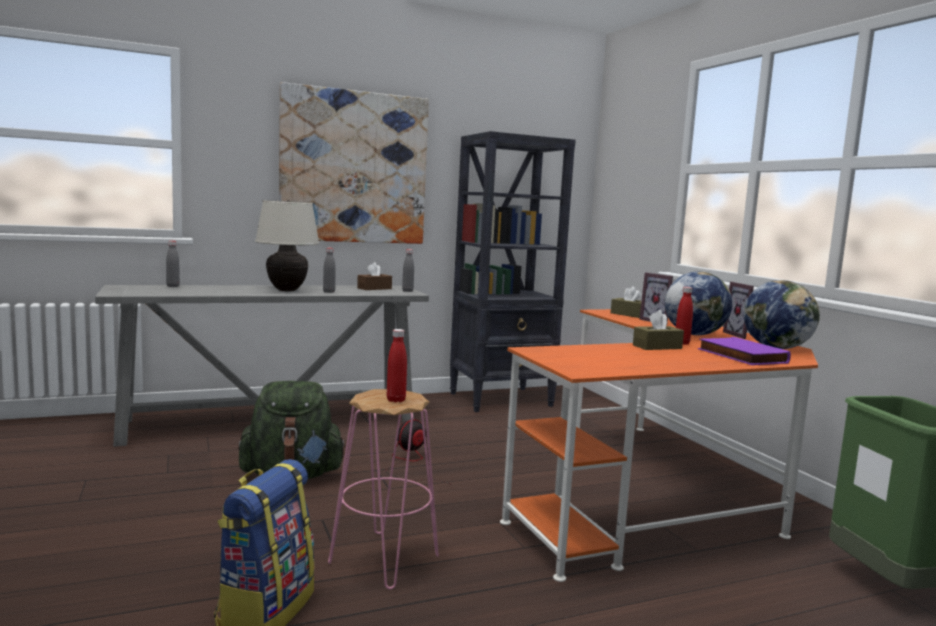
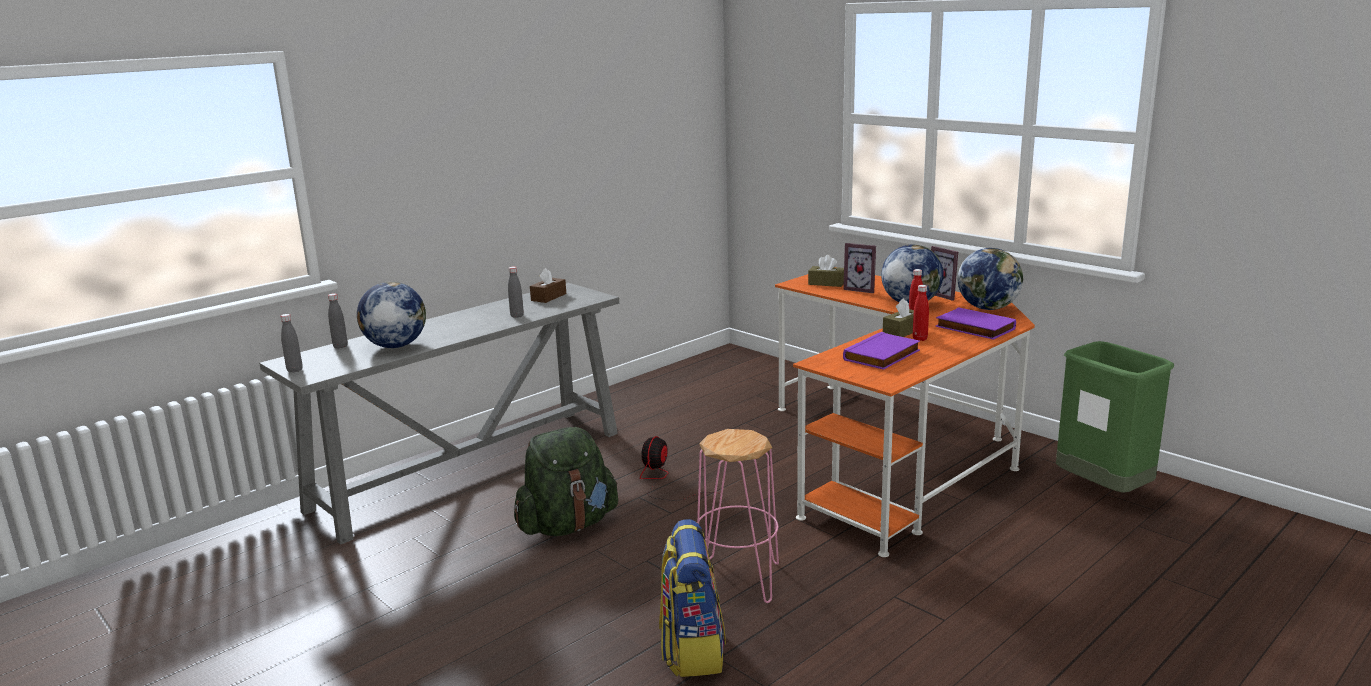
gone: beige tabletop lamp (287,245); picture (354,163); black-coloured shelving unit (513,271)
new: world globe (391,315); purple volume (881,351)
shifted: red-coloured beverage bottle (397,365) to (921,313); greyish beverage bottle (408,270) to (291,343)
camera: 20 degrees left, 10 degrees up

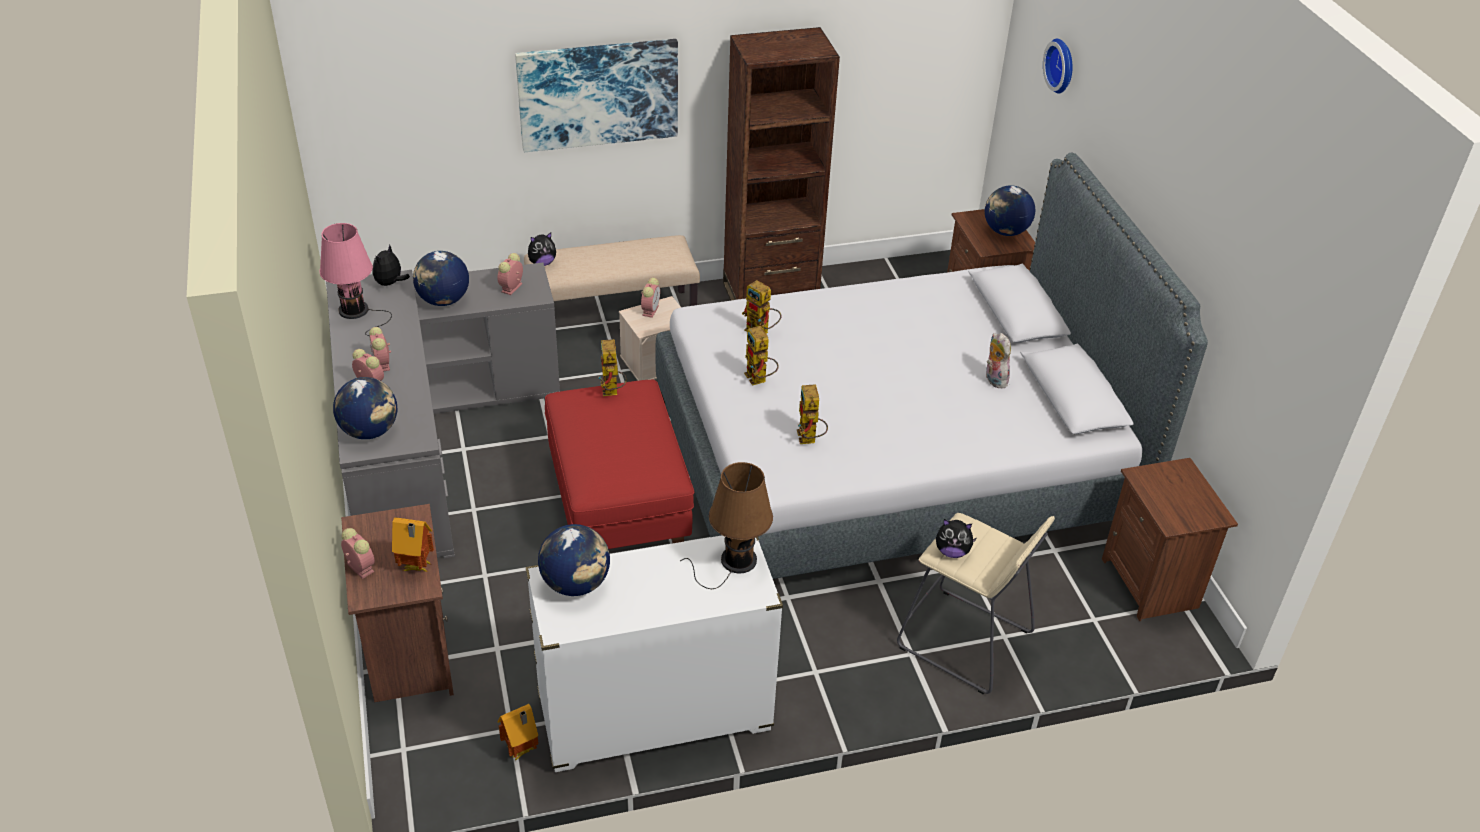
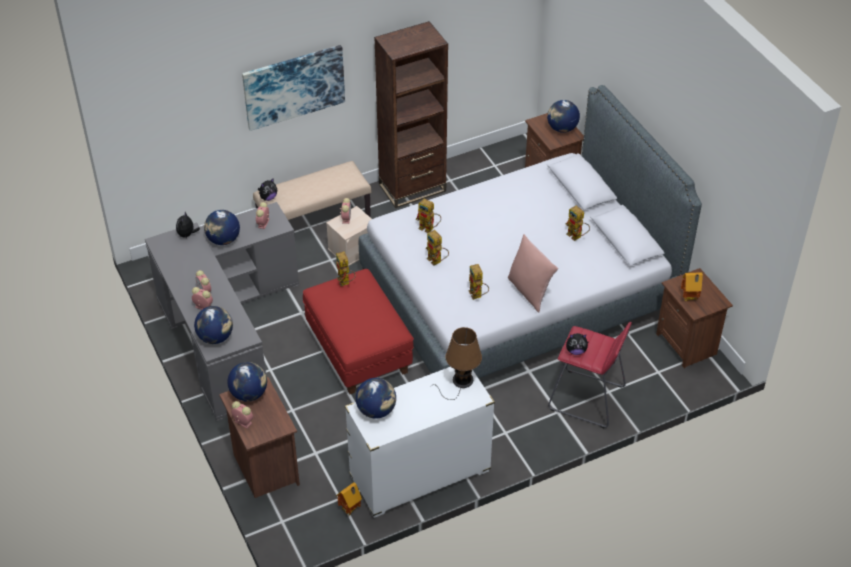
gone: pink tabletop lamp (356,279); hanging clock (1057,66)
new: world globe (247,382); pink pillow (533,273)
shifted: toy house (413,544) to (692,286)
swapped: plush toy (998,361) to toy robot (578,223)
repainted: beige stool seat (976,604) to red-coloured stool seat (590,375)
camera: 10 degrees left, 5 degrees up

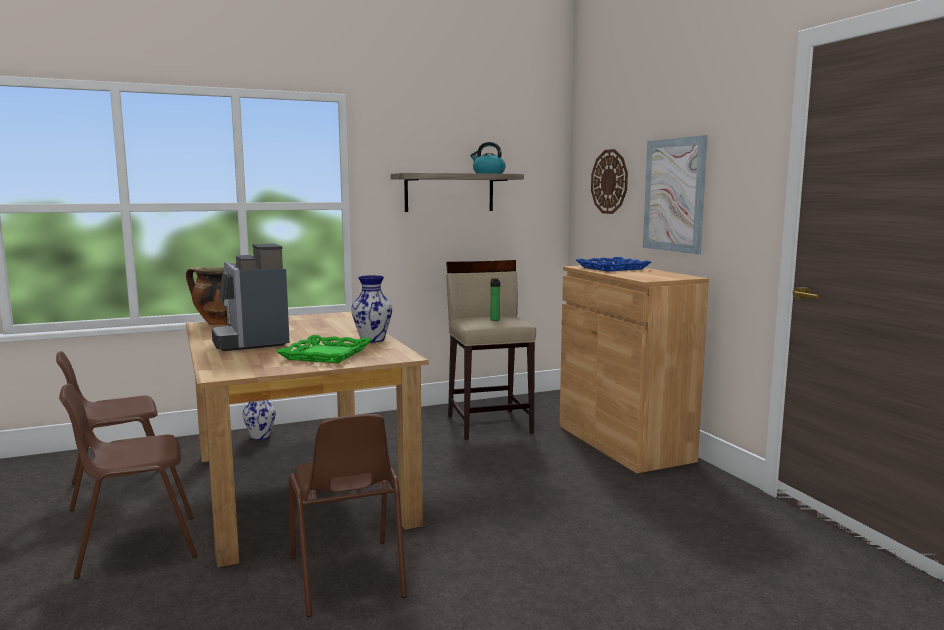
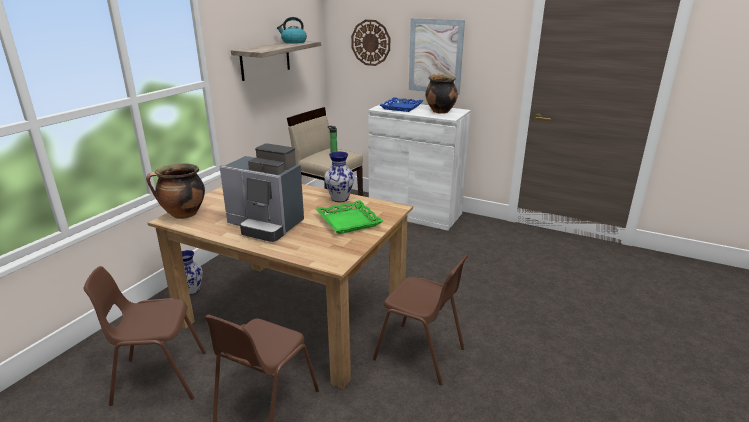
new: cooking pot (441,94)
repainted: brownish storage cabinet (634,369) to white-coloured storage cabinet (419,166)
rotated: brownish chair (107,431) = (144,336) 60 degrees clockwise
camera: 40 degrees left, 15 degrees up

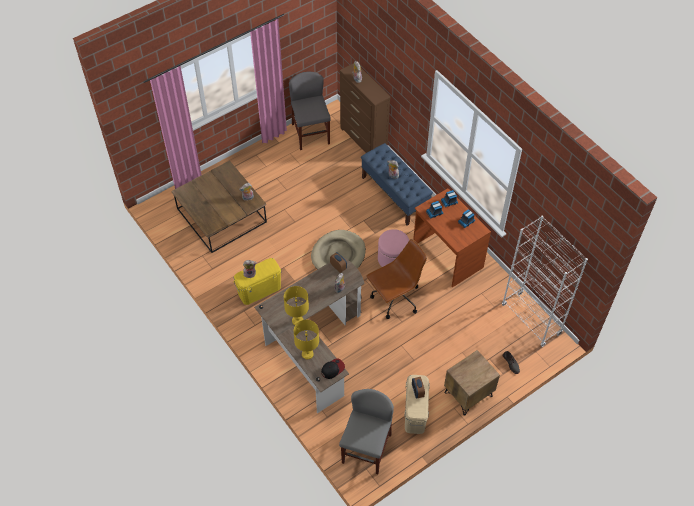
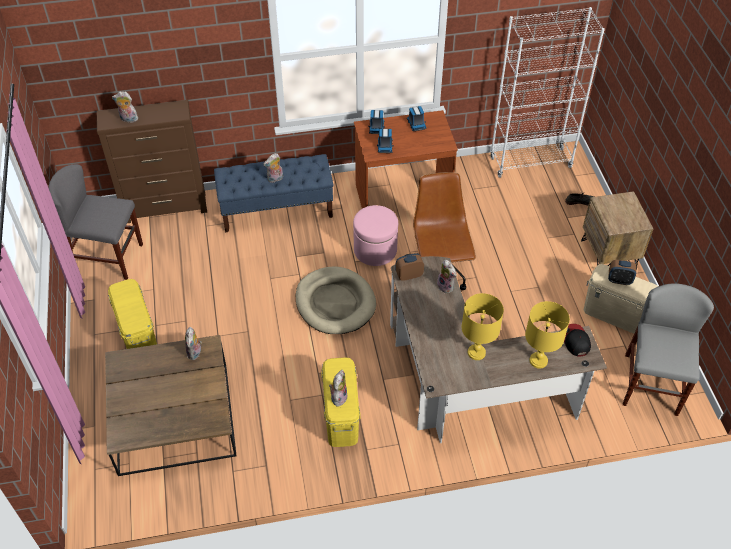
new: yellow-coloured storage container (132,314)
rotated: greyish chair (366,431) = (668,349) 60 degrees clockwise
camera: 65 degrees left, 5 degrees down

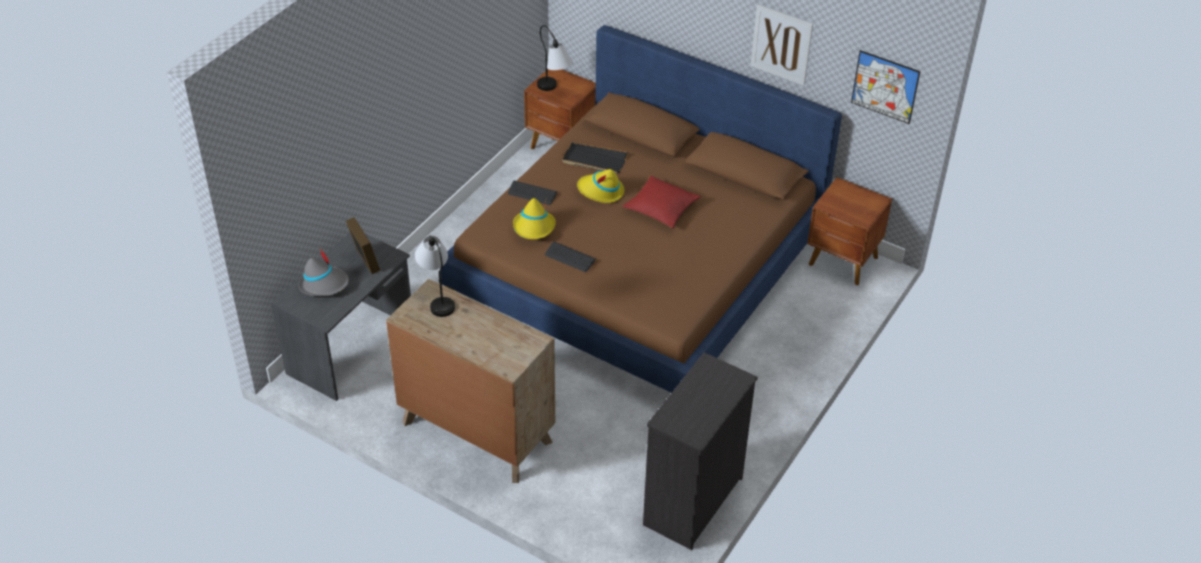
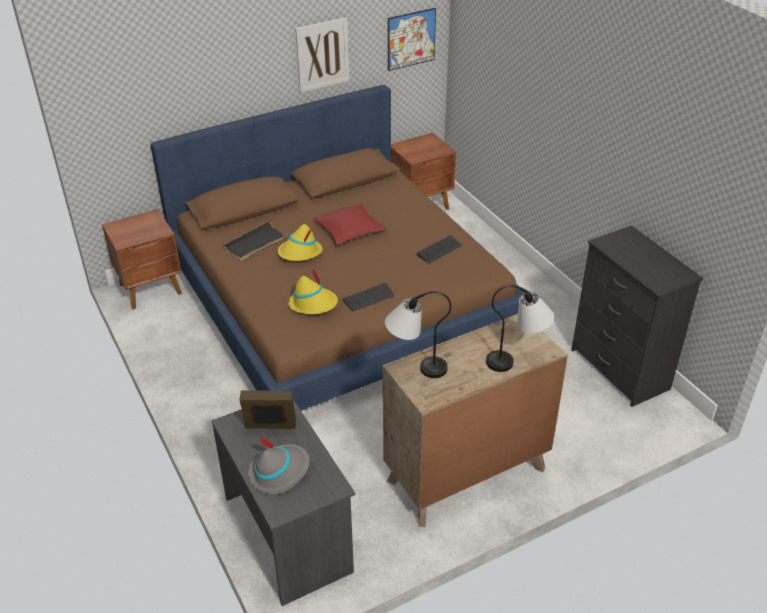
shifted: keyboard (532,193) to (439,249); tabletop lamp (555,58) to (520,328)
camera: 60 degrees left, 5 degrees down

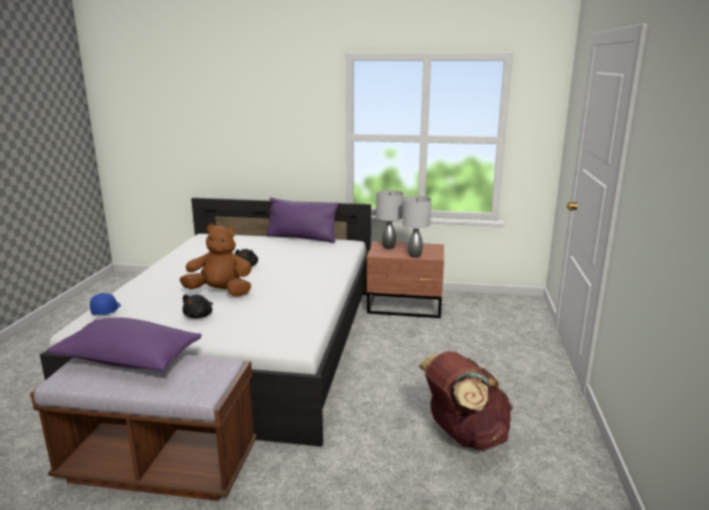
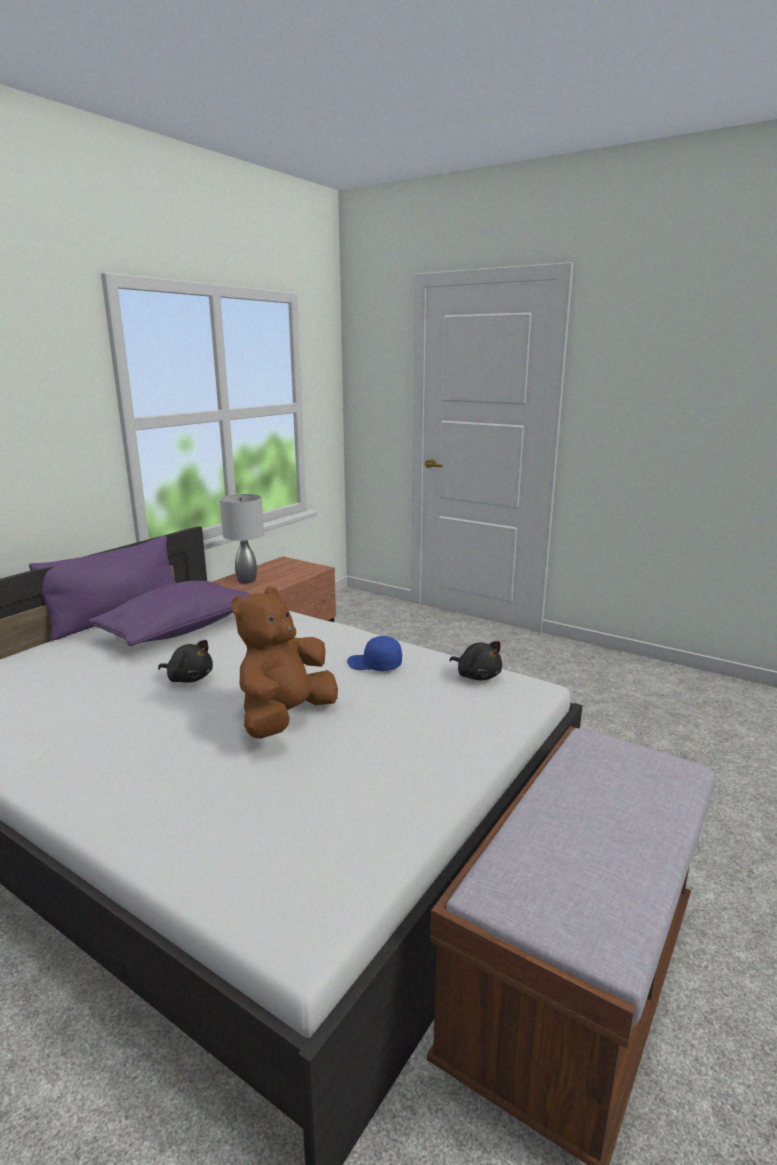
gone: greyish tabletop lamp (416,227); brownish rucksack (465,400)
shifted: purple pillow (124,345) to (169,613); blue peaked cap (105,304) to (374,653); black-coloured plush toy (197,306) to (475,660)
camera: 65 degrees left, 0 degrees up

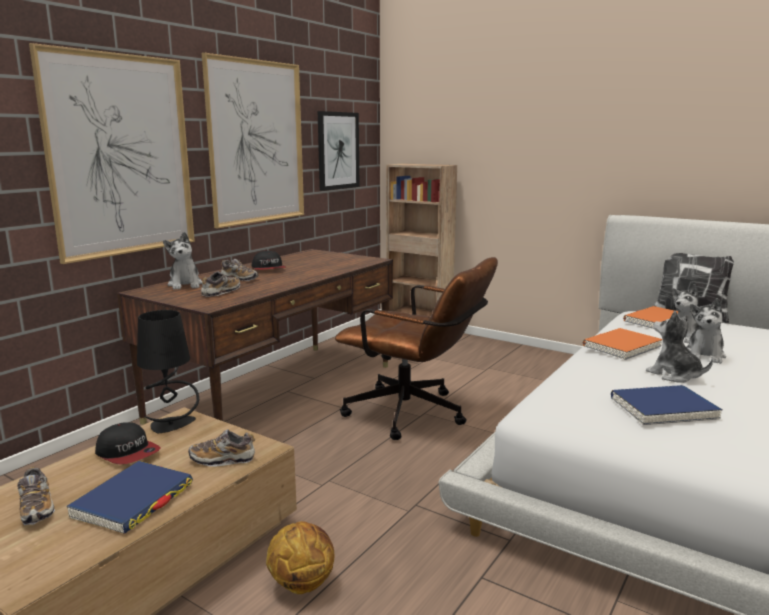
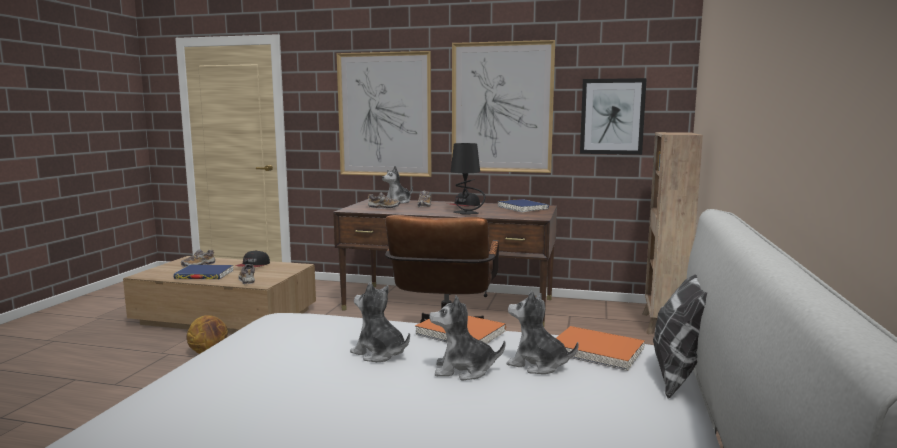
shifted: black-coloured tabletop lamp (168,371) to (468,179); blue volume (667,405) to (523,206)
rotated: plush toy (679,347) = (380,322) 90 degrees counterclockwise
camera: 70 degrees right, 5 degrees down

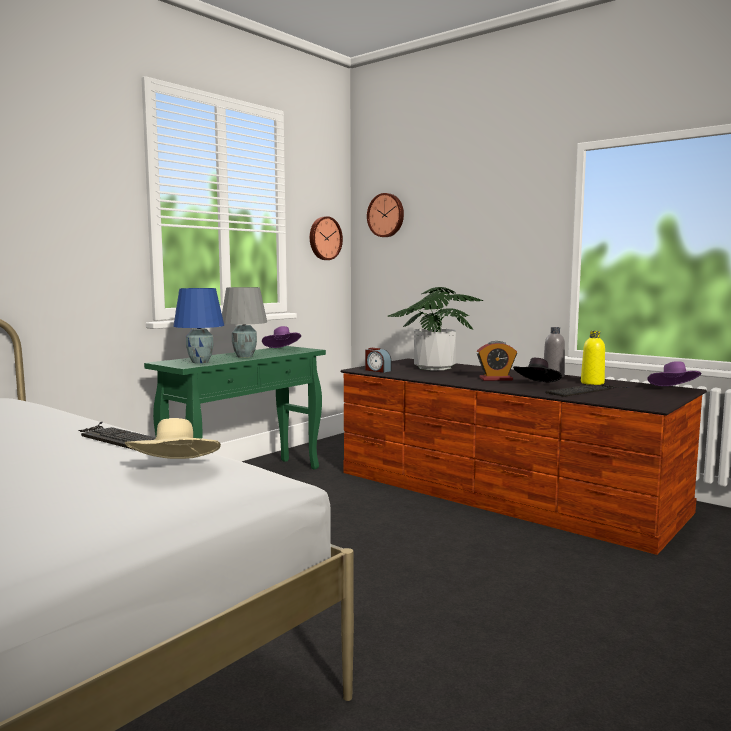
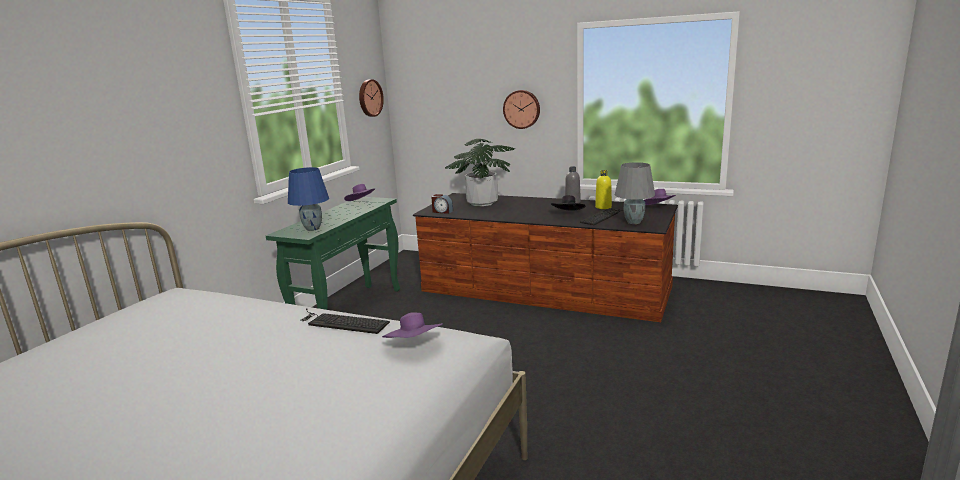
gone: bedside clock (497,361)
shifted: greyish tabletop lamp (244,322) to (635,193); hanging clock (385,215) to (521,109)
repainted: beige wearable hat (173,438) to purple wearable hat (412,325)
camera: 15 degrees left, 10 degrees up

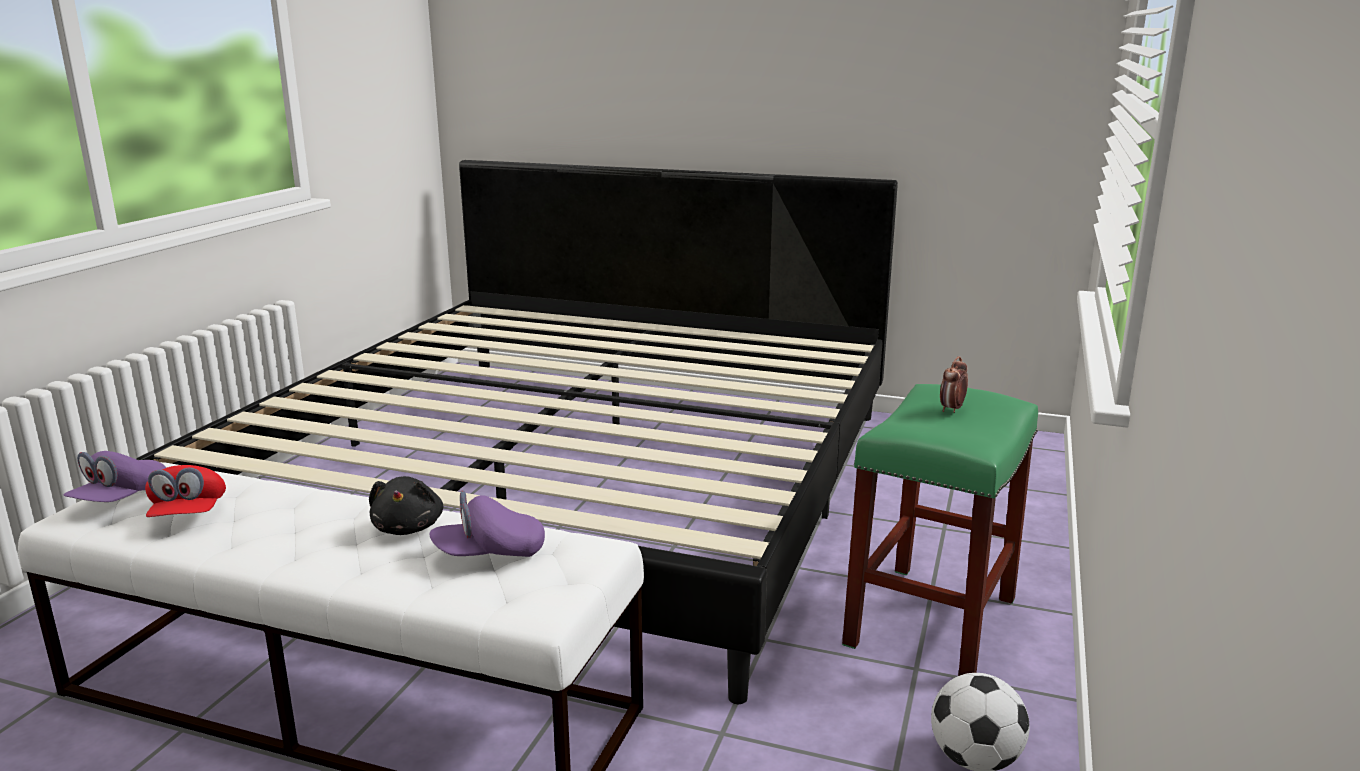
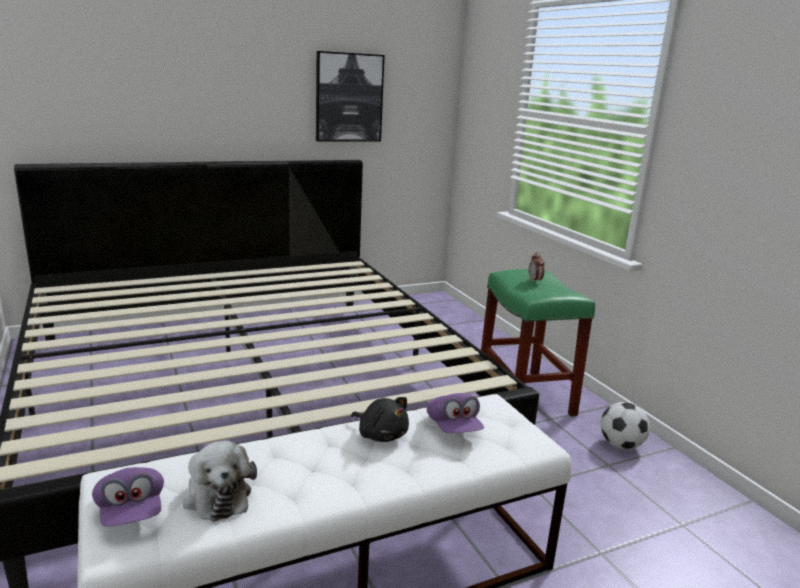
new: picture (350,96)
swapped: red-coloured peaked cap (185,491) to plush toy (220,481)
rotated: purple peaked cap (487,523) = (455,413) 45 degrees counterclockwise
camera: 45 degrees left, 0 degrees up

